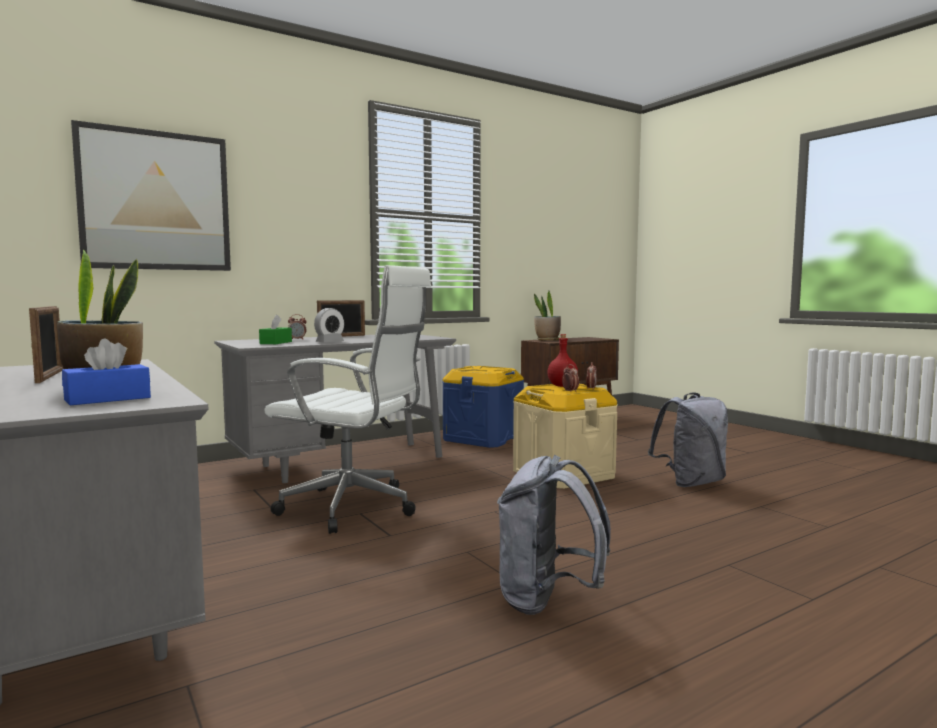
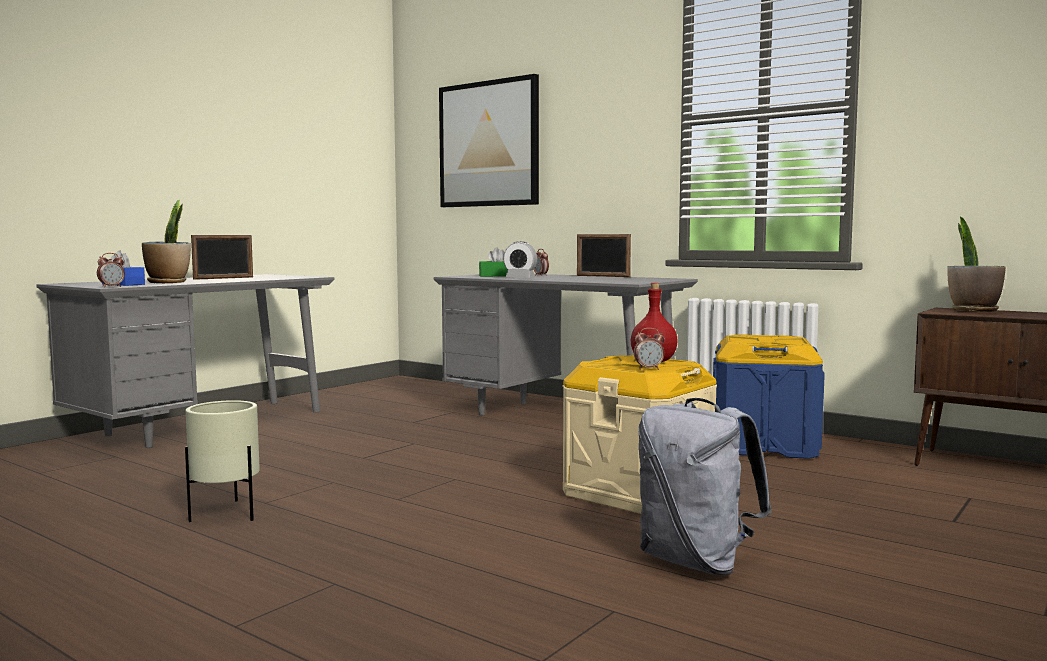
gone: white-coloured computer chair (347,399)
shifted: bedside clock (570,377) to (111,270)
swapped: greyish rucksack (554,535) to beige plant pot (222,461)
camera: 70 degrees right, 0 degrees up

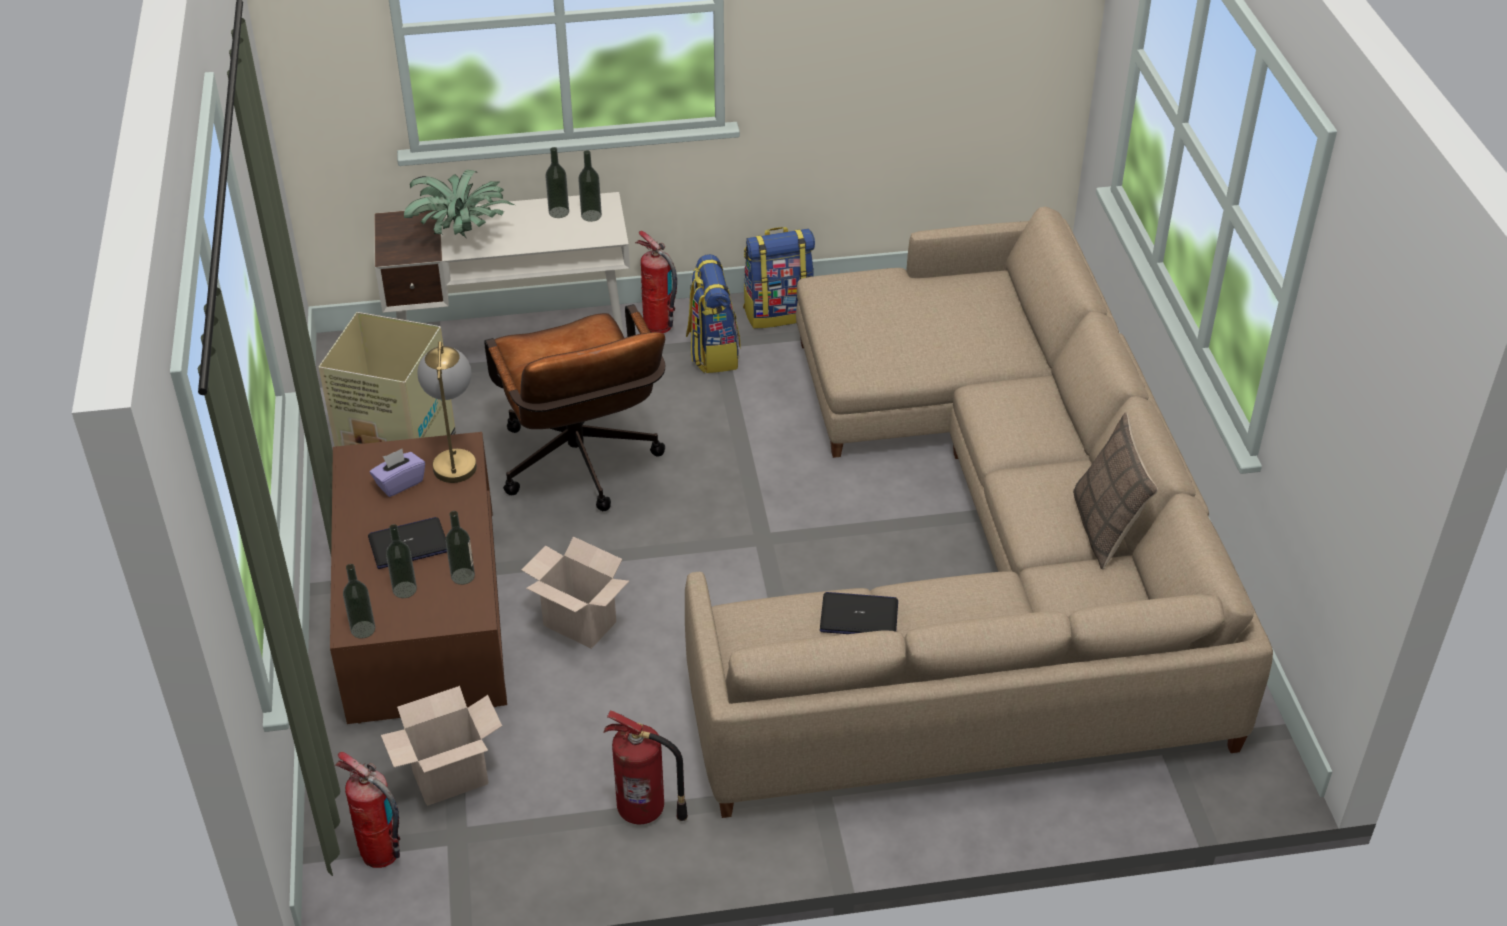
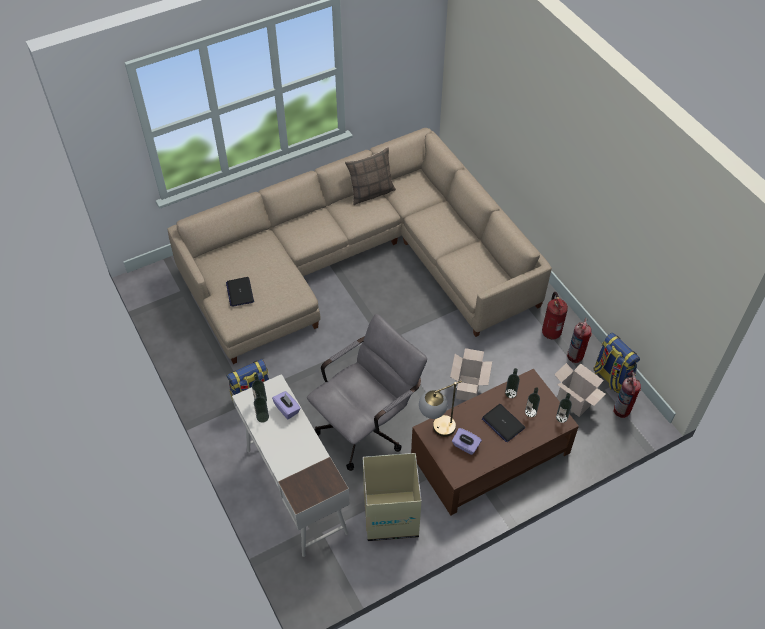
gone: plant in a pot (459,204)
new: purple box of tissues (286,405)
shifted: fire-fighting cylinder (656,282) to (579,340); rucksack (779,278) to (616,363); portable computer (859,613) to (240,292)
repainted: brownish computer chair (574,407) to greyish computer chair (367,392)
camera: 110 degrees left, 10 degrees up

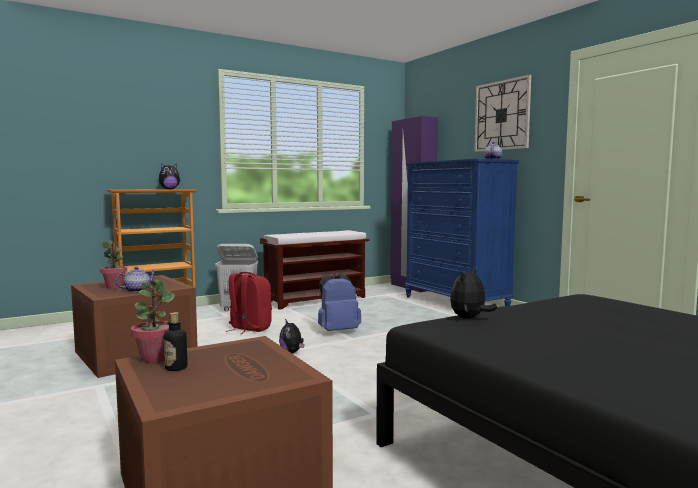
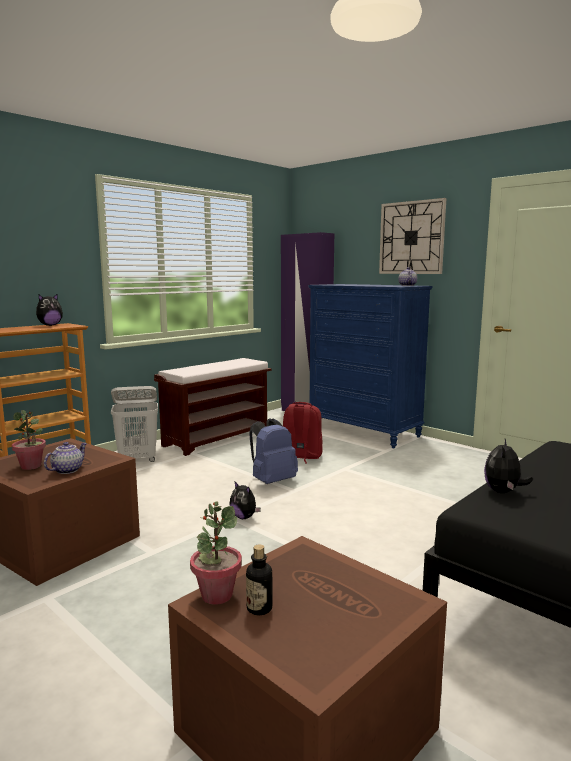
shifted: red-coloured rucksack (249,303) to (303,432)
camera: 15 degrees left, 5 degrees up

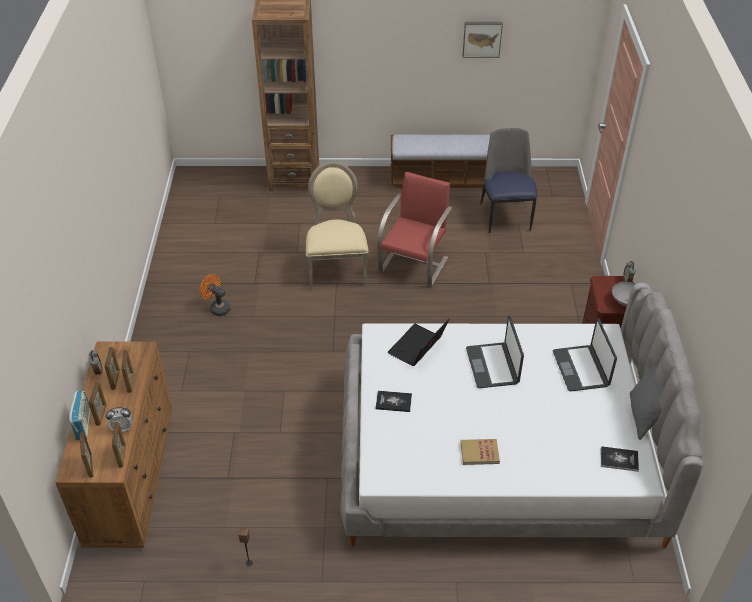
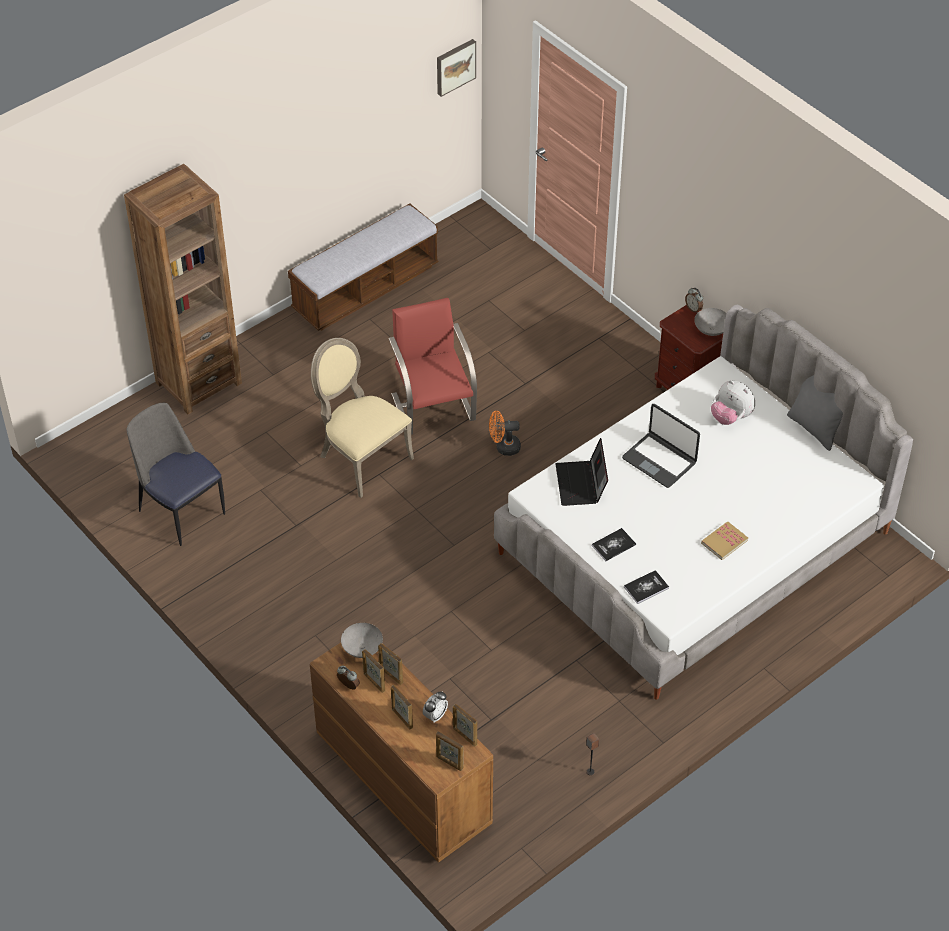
gone: radio set (80,415)
new: greyish deep dish (362,640)
shifted: orange-coloured electric fan (215,295) to (505,433); picture (483,40) to (456,68); chair (508,180) to (175,474); volume (620,459) to (646,587)
swapped: portable computer (585,355) to plush toy (733,402)
camera: 40 degrees left, 5 degrees up

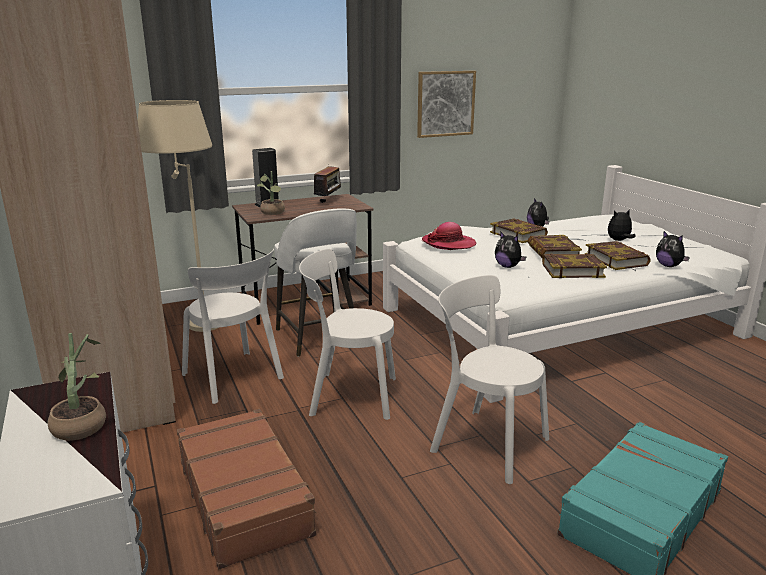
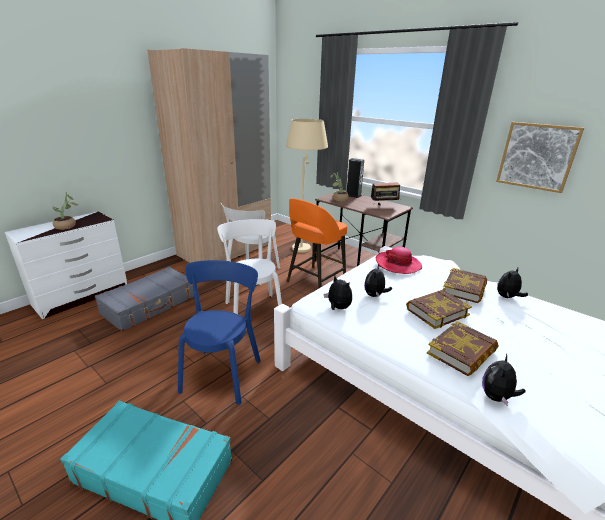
gone: volume (574,265)
shifted: plush toy (622,225) to (338,293)
repainted: brownish piece of luggage (247,489) to greyish piece of luggage (144,299); white-coloured stool seat (315,282) to orange-coloured stool seat (317,243); white-coloured chair (489,379) to blue chair (219,332)
camera: 65 degrees right, 5 degrees up

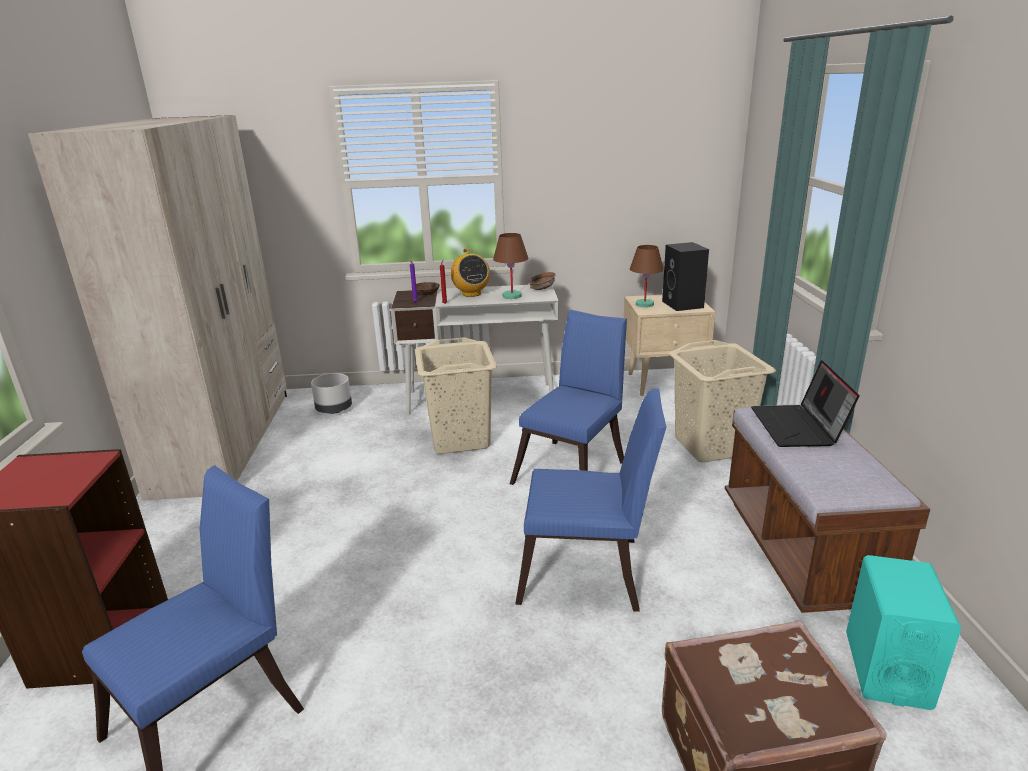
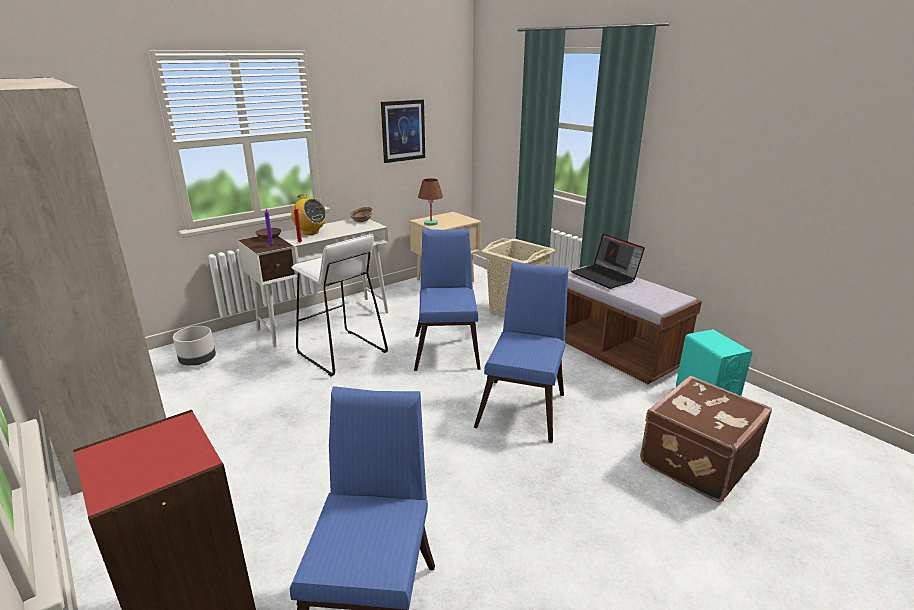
gone: brownish tabletop lamp (511,266); black-coloured audio speaker (685,276)
new: picture (403,131)
swapped: beige hamper (456,395) to white-coloured stool seat (339,305)
rotated: blue chair (590,500) = (521,352) 45 degrees counterclockwise
camera: 35 degrees left, 0 degrees up

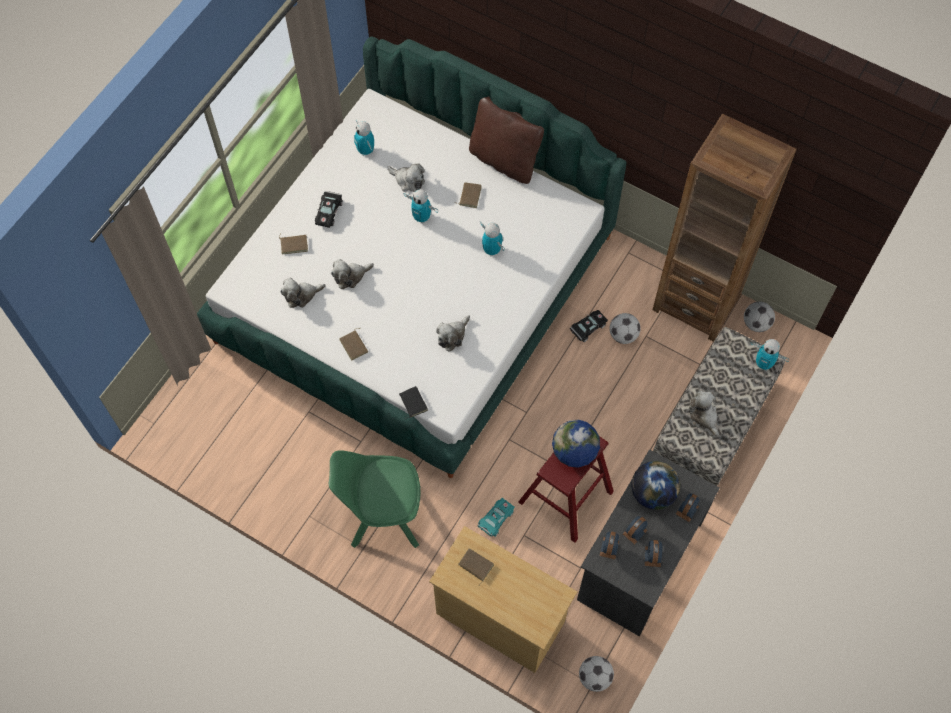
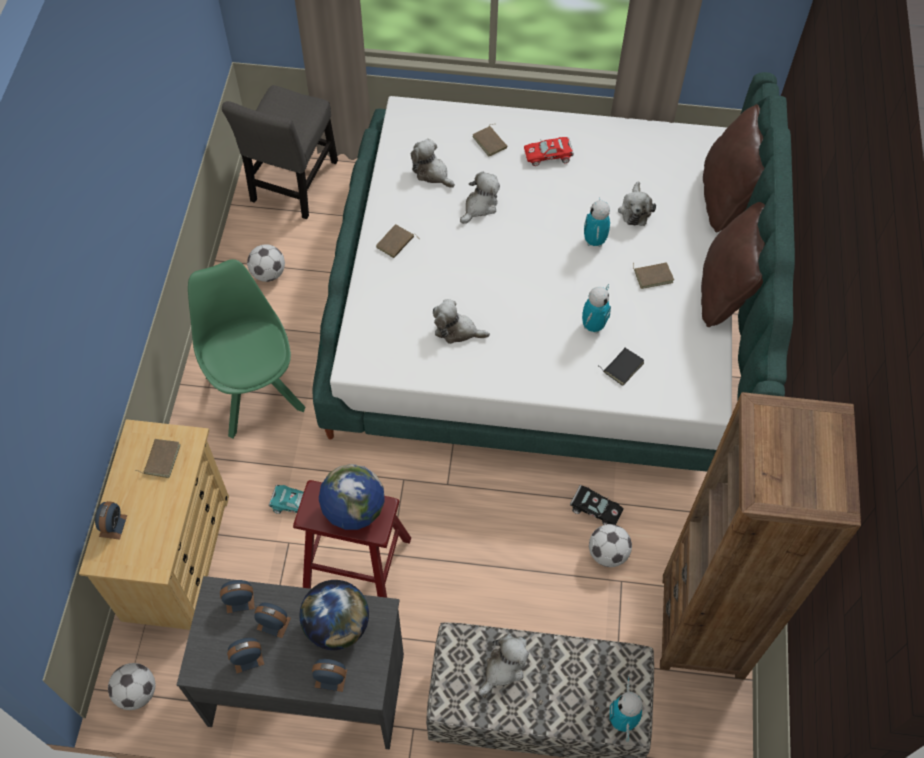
gone: toy robot (364,138)
new: bedside clock (111,520); greyish chair (280,152); brownish pillow (733,168)
shifted: black-coloured volume (413,402) to (621,367); football ball (759,317) to (266,263)
repainted: black-coloured toy car (329,209) to red-coloured toy car (548,151)
rotated: plush toy (352,274) = (480,197) 90 degrees clockwise
camera: 65 degrees right, 5 degrees down

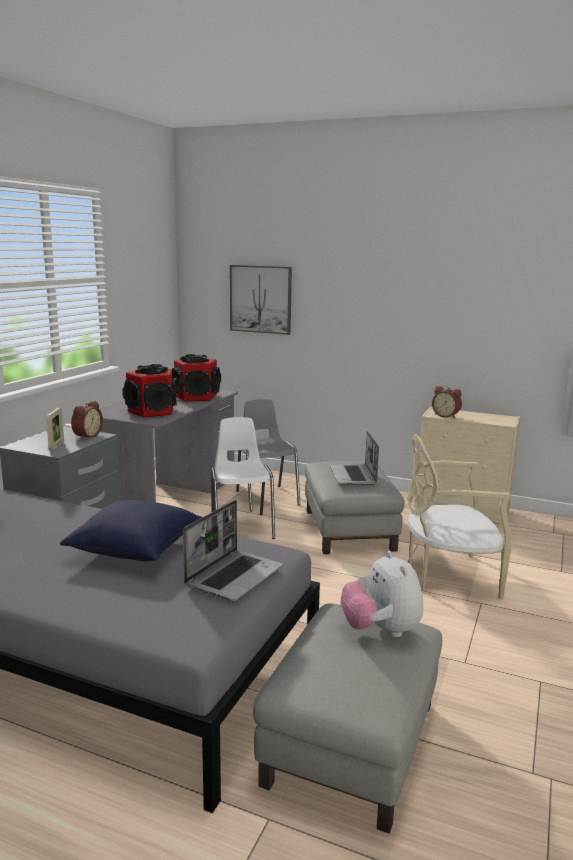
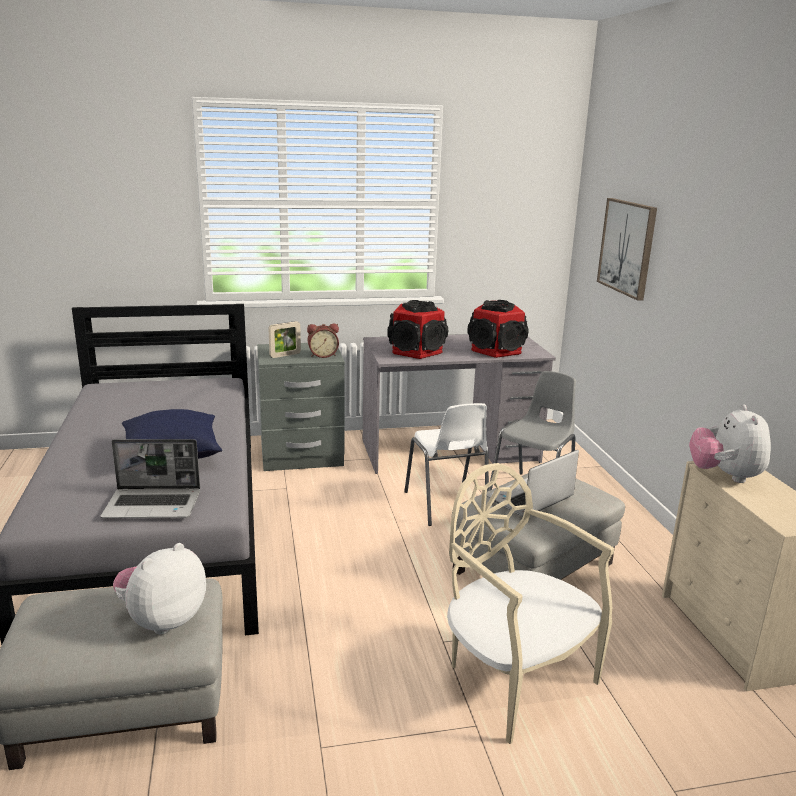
swapped: bedside clock (447,402) to plush toy (730,444)
rotated: white-coloured chair (243,478) = (446,464) 120 degrees clockwise
camera: 55 degrees right, 5 degrees up

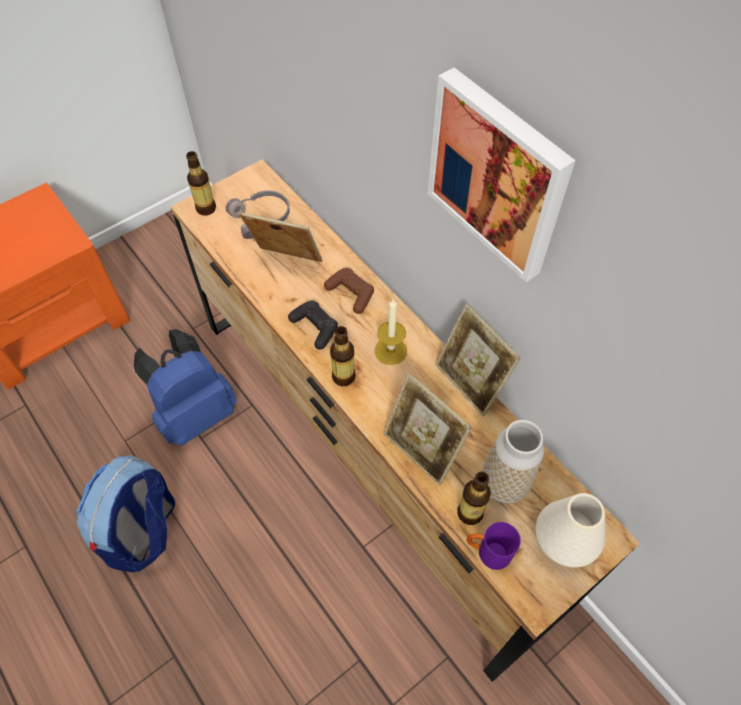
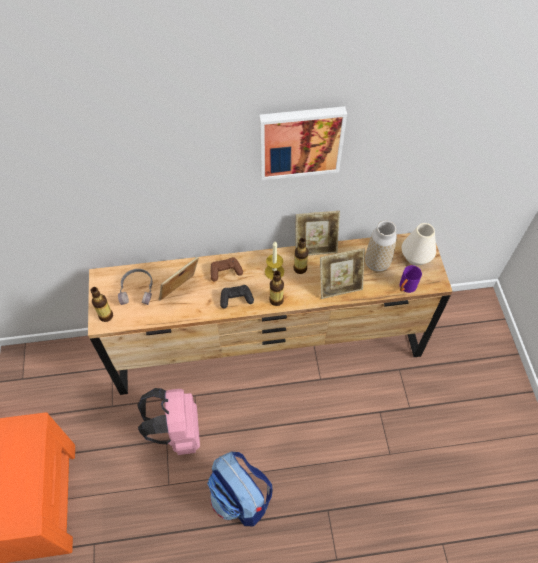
shifted: beverage bottle (474,498) to (300,256)
repainted: blue rucksack (185,387) to pink rucksack (168,421)
camera: 60 degrees left, 0 degrees up

